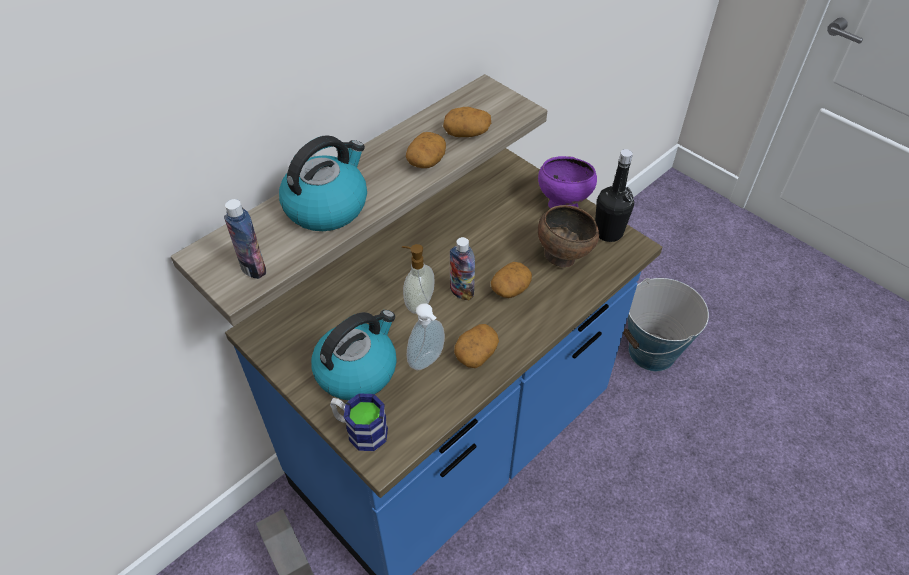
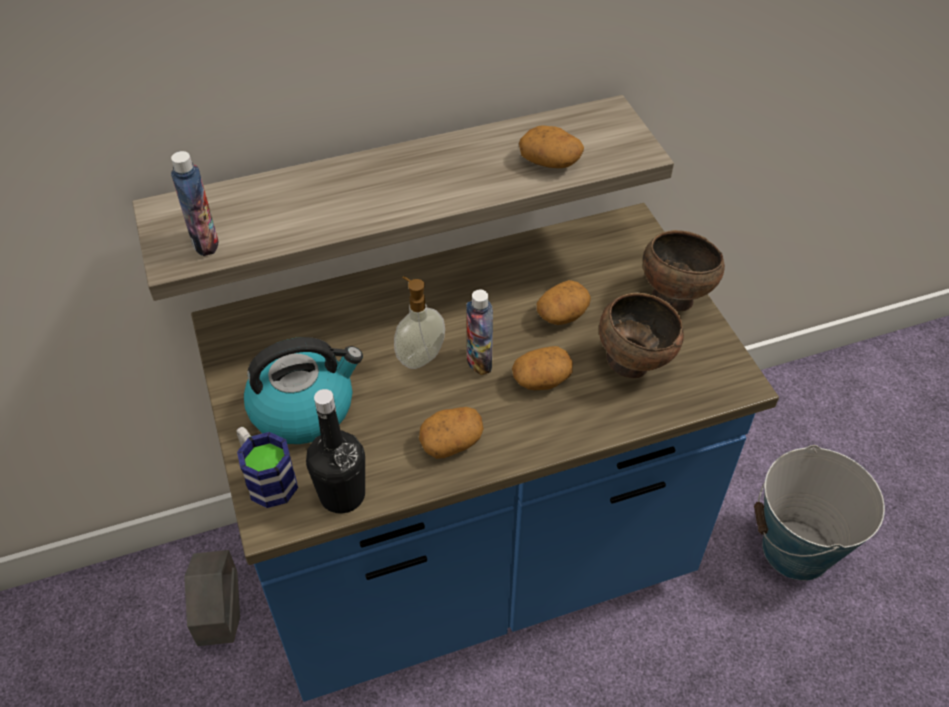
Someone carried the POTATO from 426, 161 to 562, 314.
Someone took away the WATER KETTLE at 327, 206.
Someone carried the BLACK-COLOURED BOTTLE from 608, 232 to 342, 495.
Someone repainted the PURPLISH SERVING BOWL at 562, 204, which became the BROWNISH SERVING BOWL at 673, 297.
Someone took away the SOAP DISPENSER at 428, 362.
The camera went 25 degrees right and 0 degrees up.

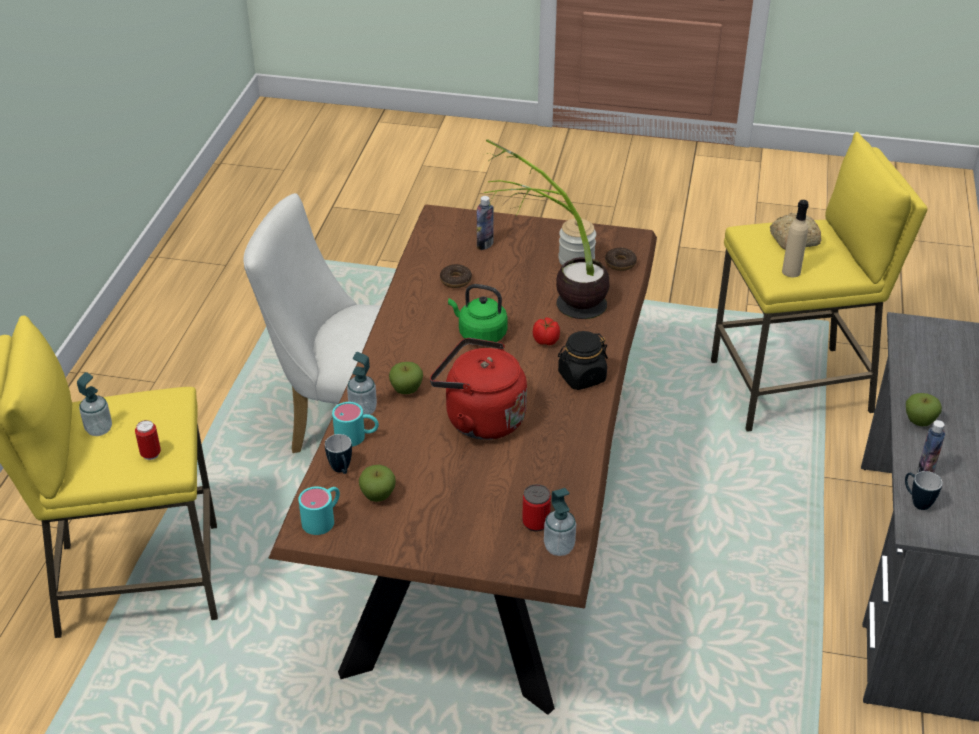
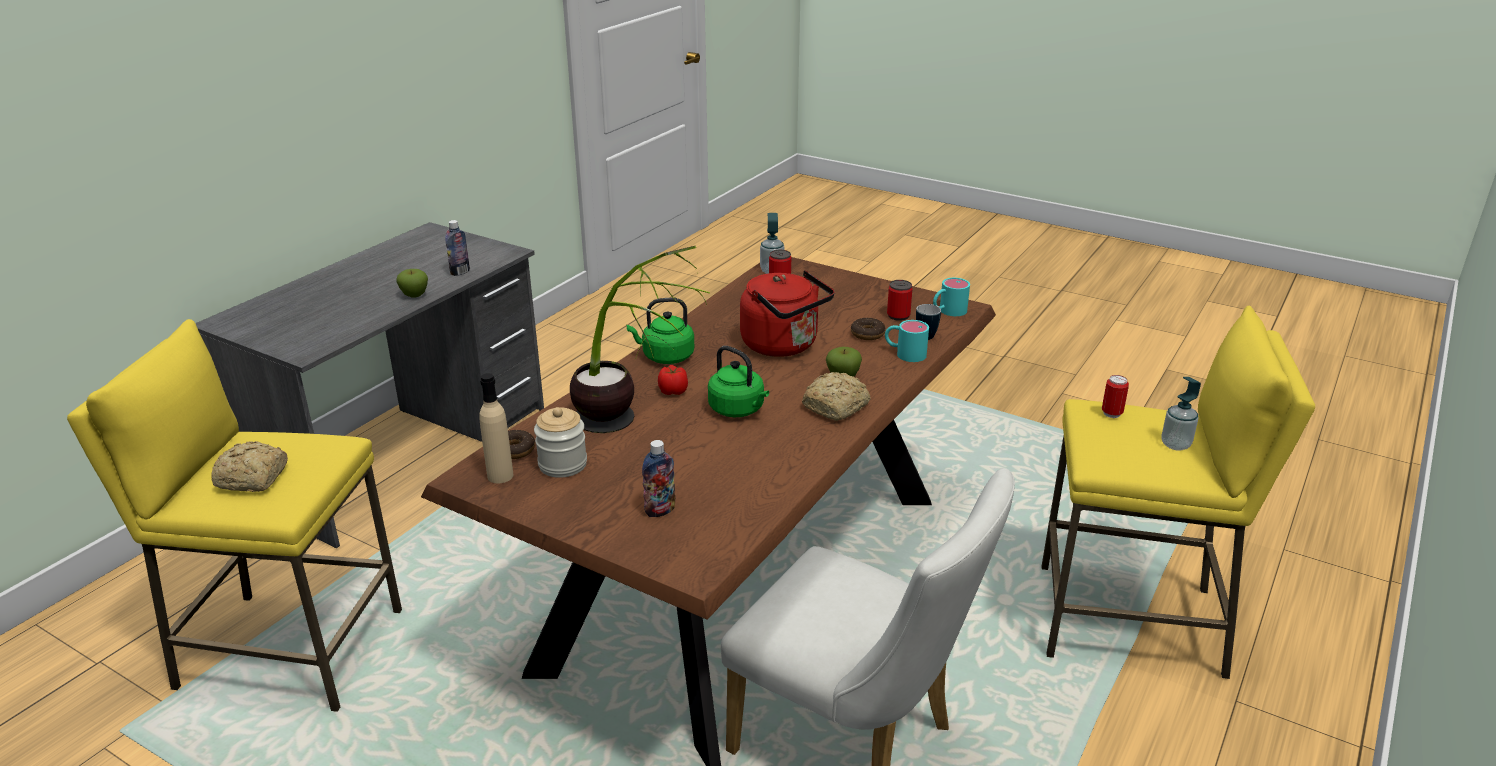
Someone carried the SAND-COLOURED BOTTLE from 791, 271 to 500, 476.
Someone carried the DOUGHNUT from 455, 280 to 867, 334.
Someone swapped the BLACK-COLOURED JAR at 581, 377 for the GREEN-COLOURED WATER KETTLE at 665, 357.
Someone took away the SOAP DISPENSER at 363, 410.
Someone swapped the APPLE at 378, 496 for the CAN at 898, 316.
Someone took away the MUG at 916, 502.
Someone put down the BAKED BREAD at 837, 406.
The camera went 160 degrees left and 10 degrees down.

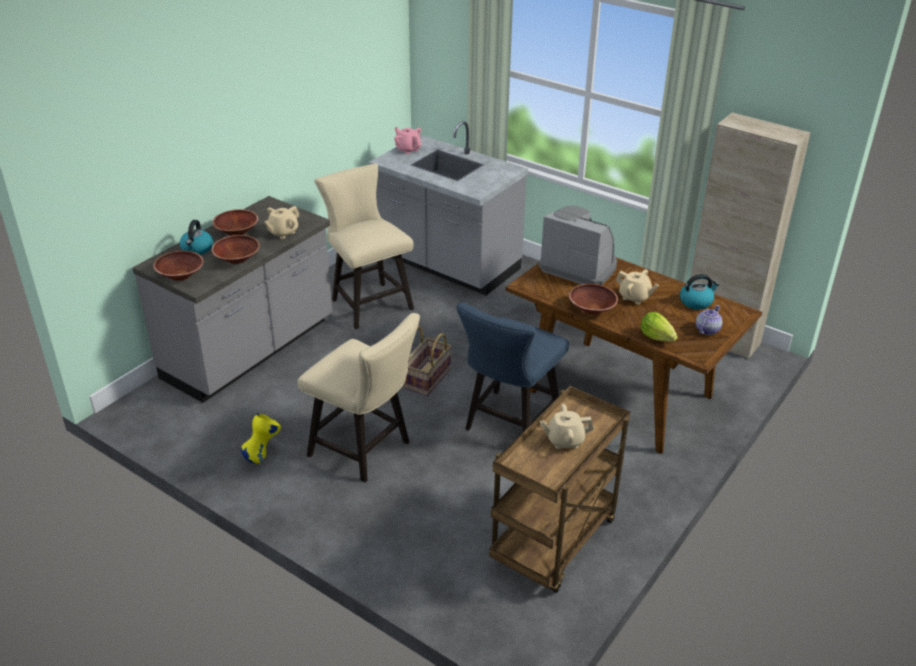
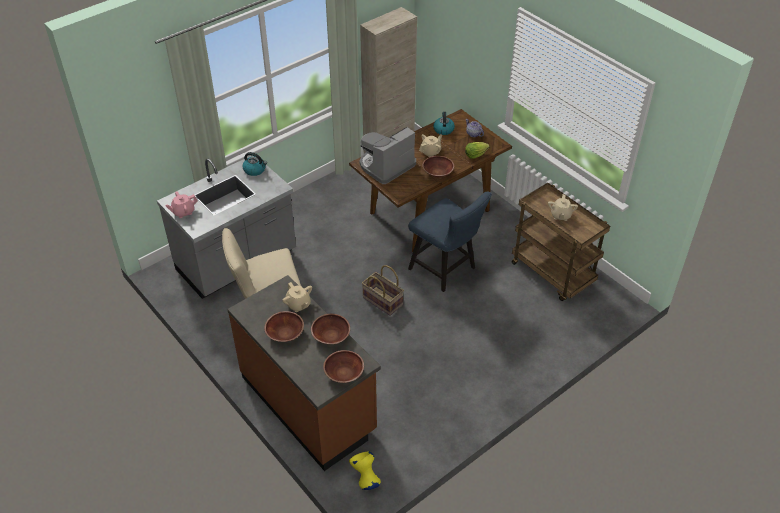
Someone repainted the GREYISH COUNTER at 250, 351, which became the BROWNISH COUNTER at 309, 404.
Someone carried the WATER KETTLE from 197, 249 to 255, 170.
Someone took away the SAND-COLOURED UPRIGHT CHAIR at 365, 451.
Someone carried the YELLOW DECORATIVE VASE from 263, 455 to 365, 480.
The camera went 75 degrees left and 10 degrees up.

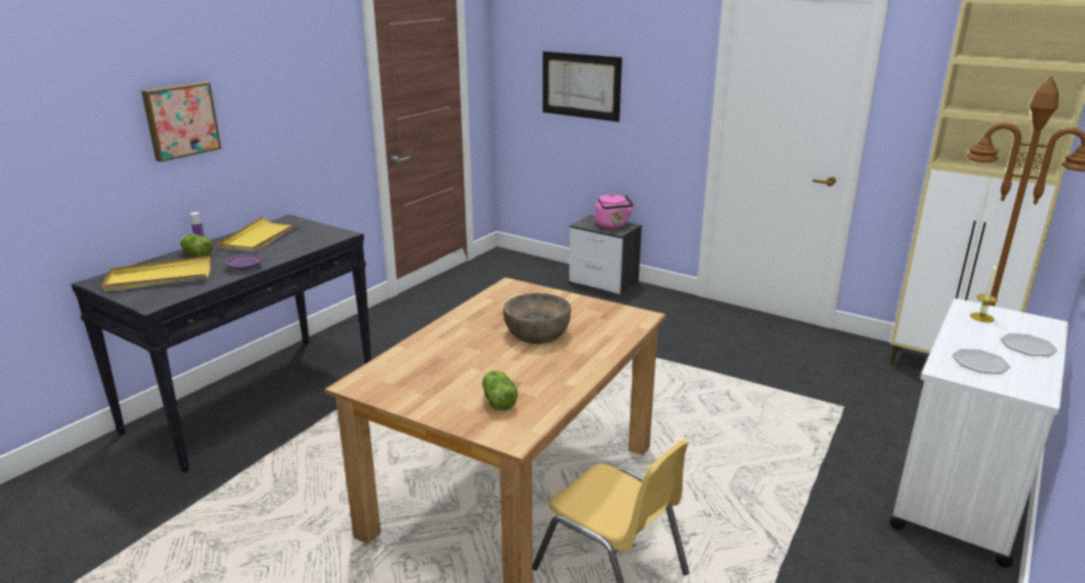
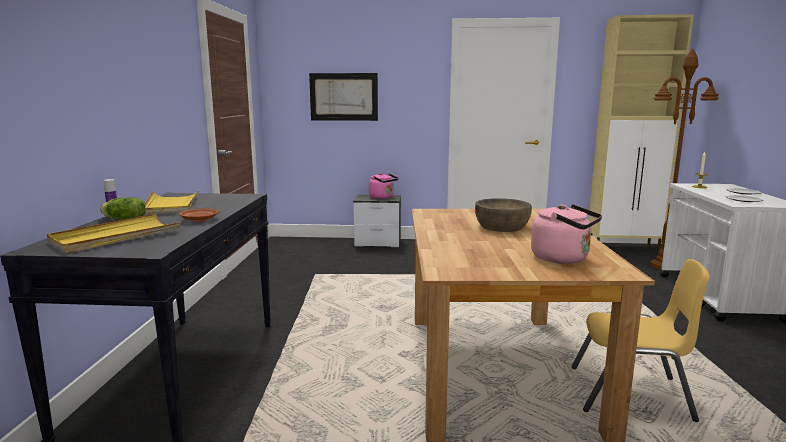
Someone took away the WALL PICTURE at 180, 120.
Someone repainted the PURPLISH FLAT DISH at 244, 267, which became the BROWNISH FLAT DISH at 199, 220.
Someone swapped the HEAD OF LETTUCE at 498, 400 for the PINK WATER KETTLE at 563, 258.
The camera went 30 degrees left and 10 degrees down.

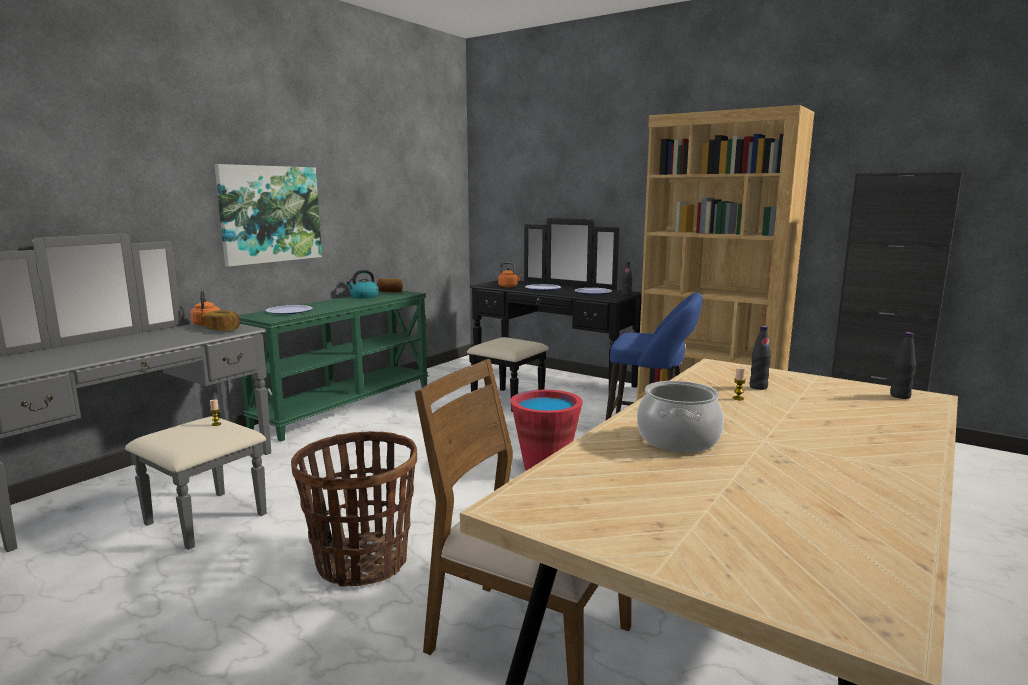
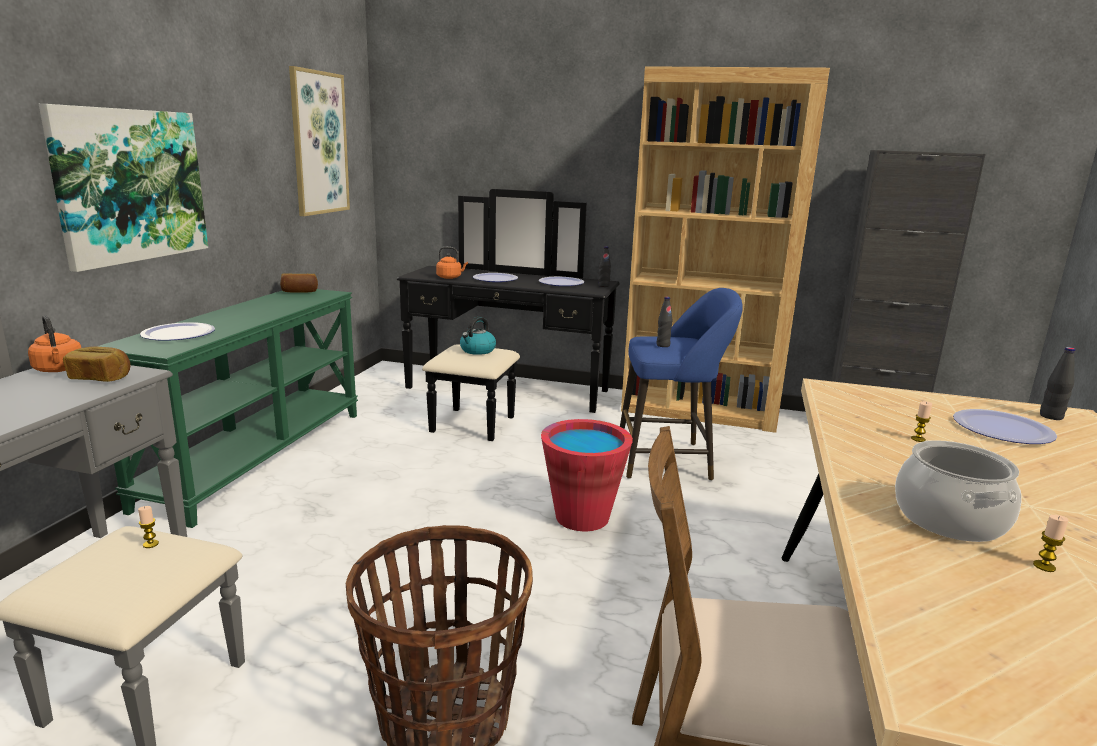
Someone carried the WATER KETTLE from 363, 296 to 477, 350.
Someone carried the BLACK-COLOURED BOTTLE from 758, 387 to 663, 345.
Someone put up the WALL PICTURE at 319, 143.
Someone put down the FLAT DISH at 1002, 429.
Someone put down the WAX LIGHT at 1044, 566.
The camera went 20 degrees left and 5 degrees up.

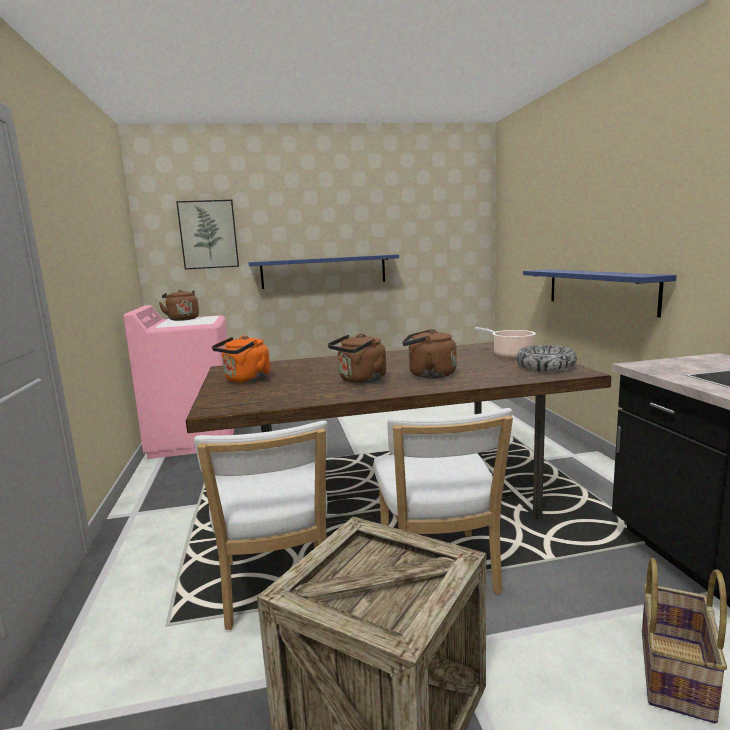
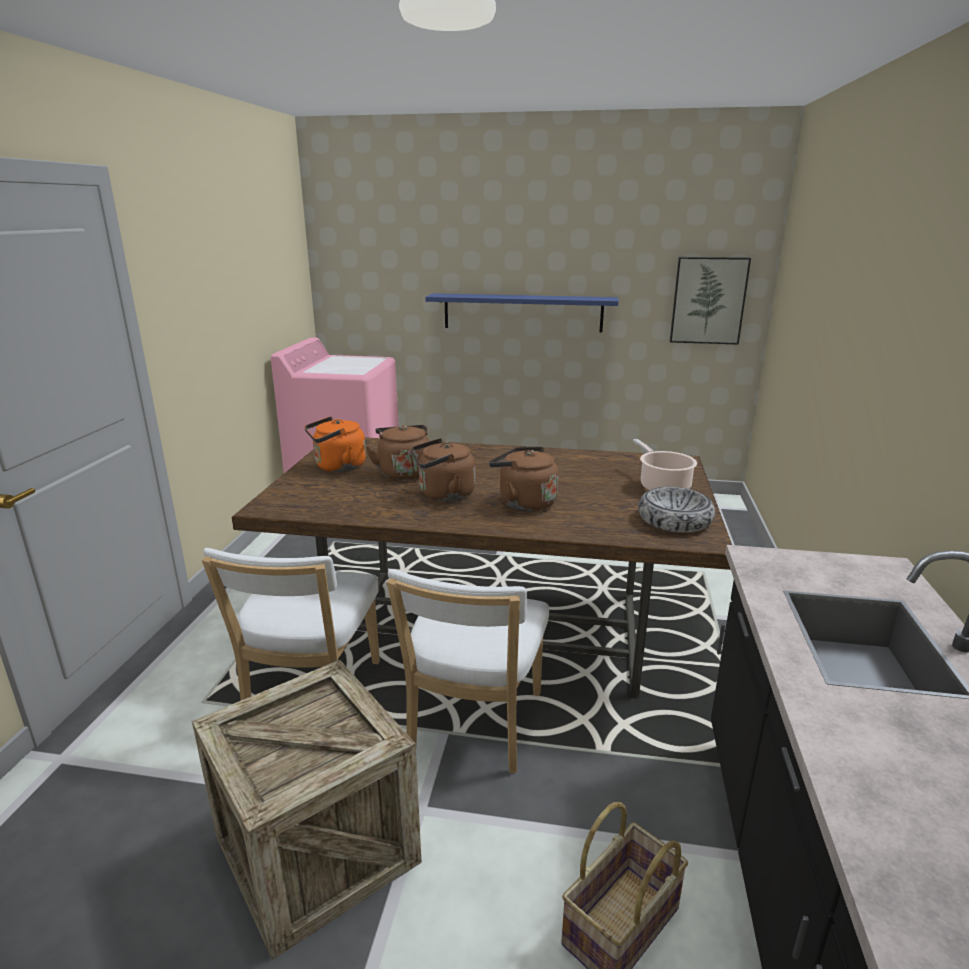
Someone carried the WALL PICTURE from 208, 234 to 708, 300.
Someone took away the BLUE-COLOURED BRACKET SHELF at 598, 289.
Someone carried the BROWNISH WATER KETTLE from 182, 319 to 403, 472.
The camera went 20 degrees right and 10 degrees up.

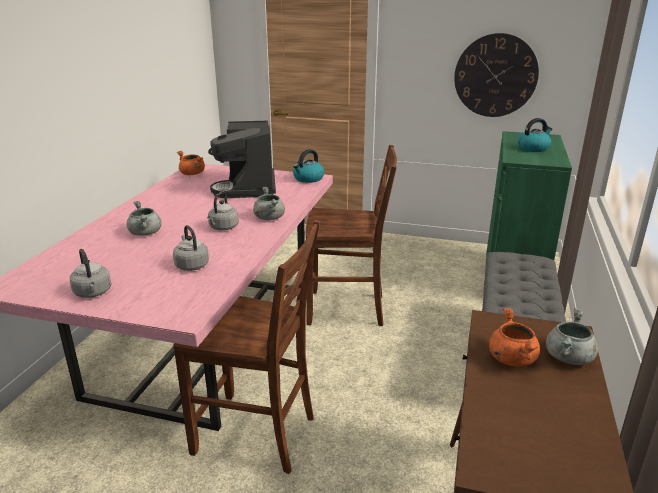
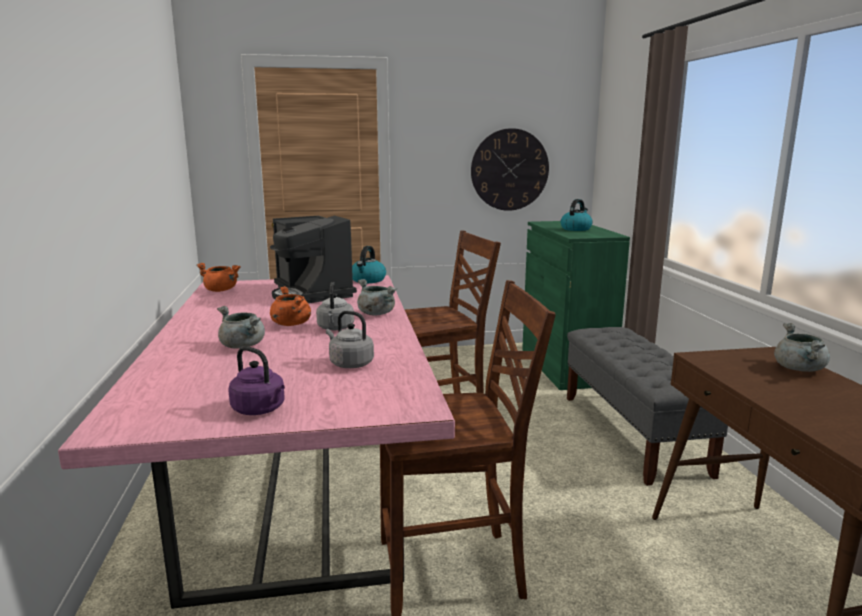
Someone repainted the GREYISH WATER KETTLE at 93, 293, which became the PURPLISH WATER KETTLE at 260, 410.
Someone carried the ORANGEY SAUCEPOT from 511, 359 to 291, 324.
The camera went 25 degrees left and 10 degrees down.

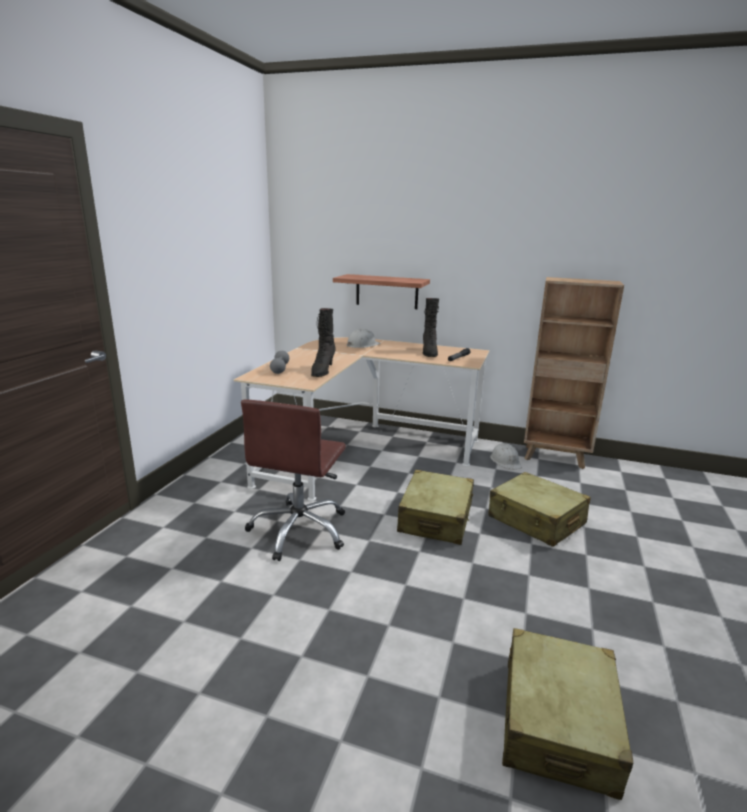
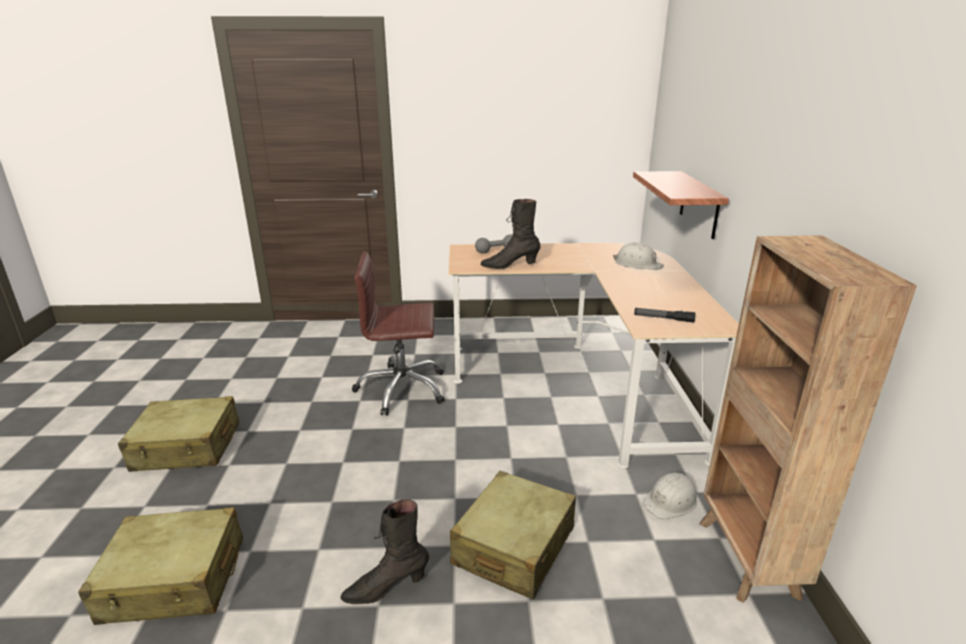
Someone carried the BLACK-COLOURED BOOT from 429, 352 to 386, 587.
Someone carried the SAND-COLOURED PIECE OF LUGGAGE from 436, 518 to 187, 447.
The camera went 70 degrees right and 5 degrees up.

